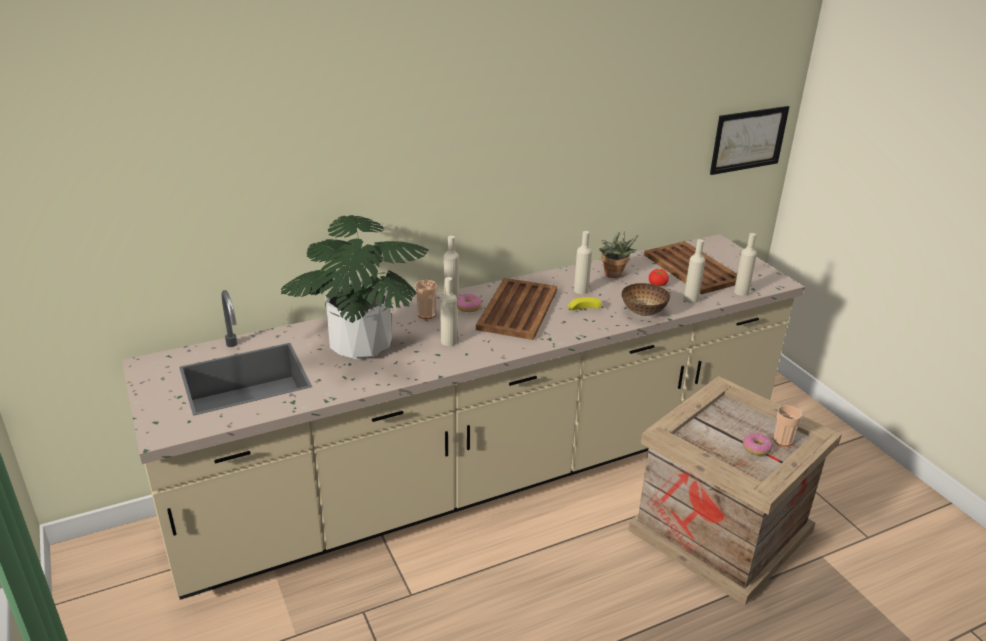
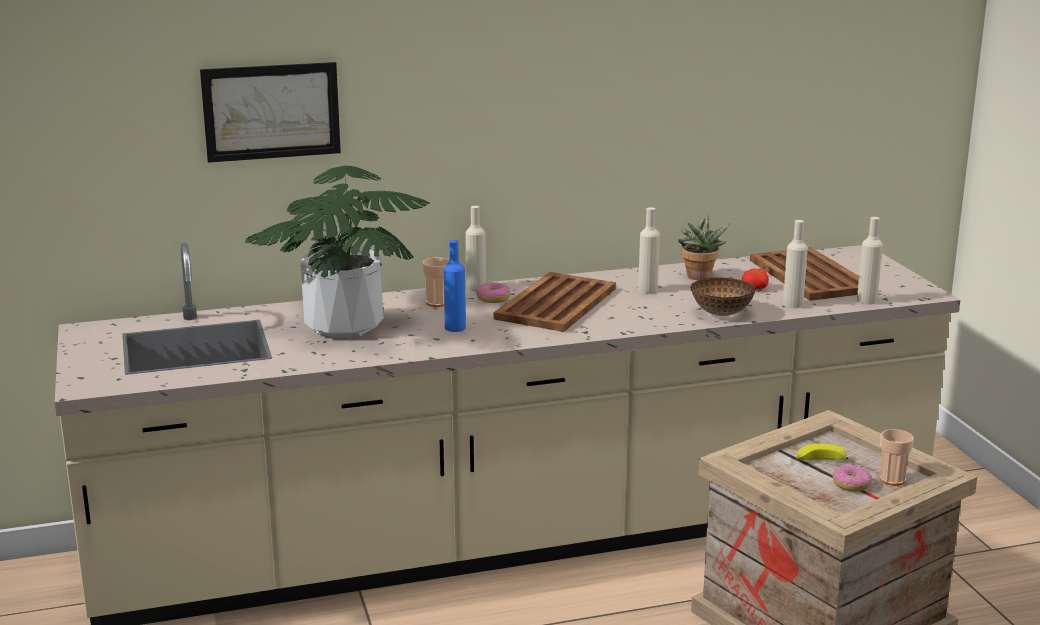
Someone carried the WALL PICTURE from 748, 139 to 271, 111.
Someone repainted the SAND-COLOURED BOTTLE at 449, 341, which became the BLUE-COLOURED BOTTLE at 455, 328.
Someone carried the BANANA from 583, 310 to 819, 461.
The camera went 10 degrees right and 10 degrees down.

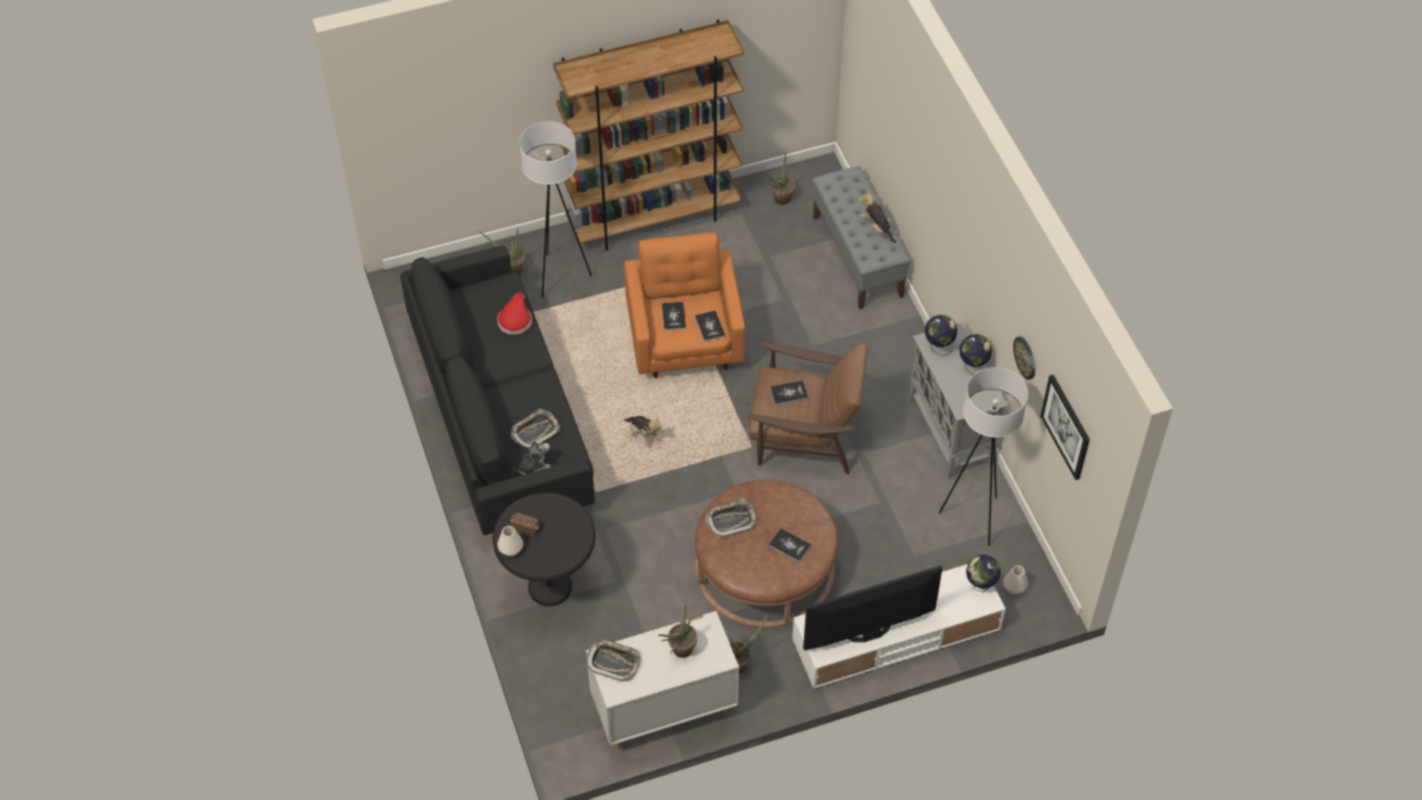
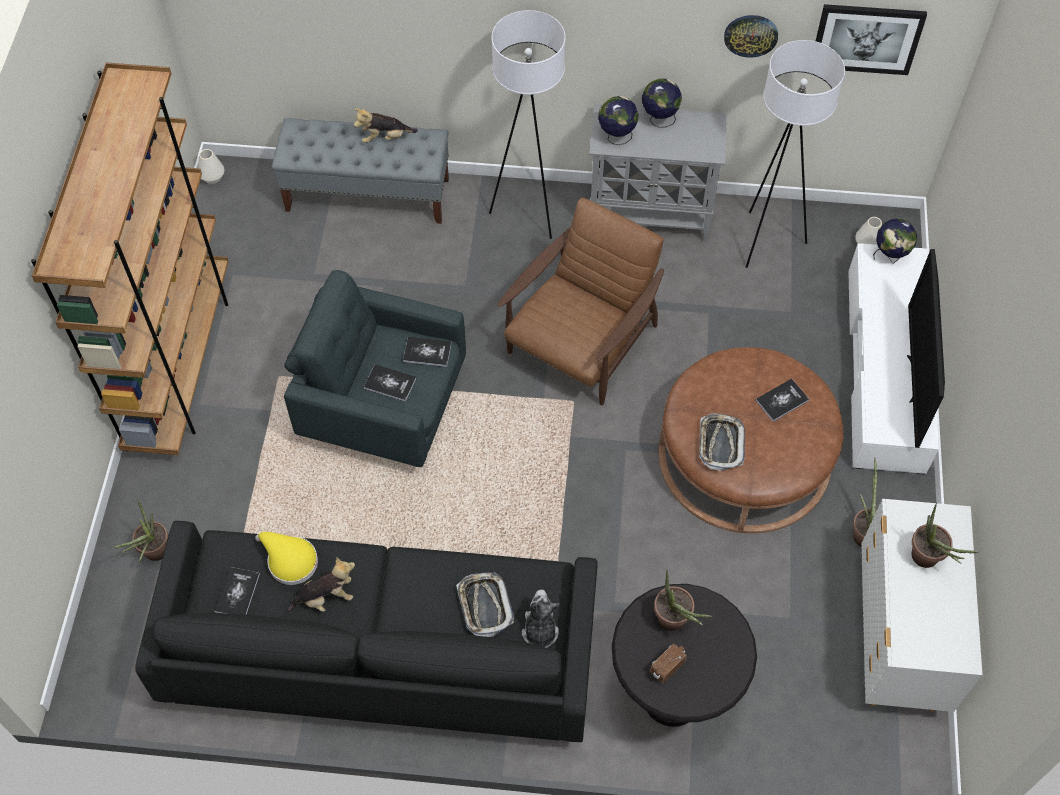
Someone carried the WHITE-COLOURED FLOOR LAMP from 559, 276 to 528, 213.
Someone carried the POTTED PLANT from 780, 201 to 675, 623.
Someone repainted the ORANGEY EASY CHAIR at 685, 340, which became the GREYISH EASY CHAIR at 383, 405.
Someone repainted the RED WEARABLE HAT at 515, 319, which became the YELLOW WEARABLE HAT at 289, 560.
Someone carried the BOOK from 789, 393 to 237, 593.
Someone carried the PLUSH TOY from 644, 435 to 326, 597.
Someone carried the WHITE-COLOURED DECORATIVE VASE from 511, 549 to 213, 177.
Someone took away the SERVING TRAY at 613, 662.
The camera went 65 degrees left and 5 degrees up.

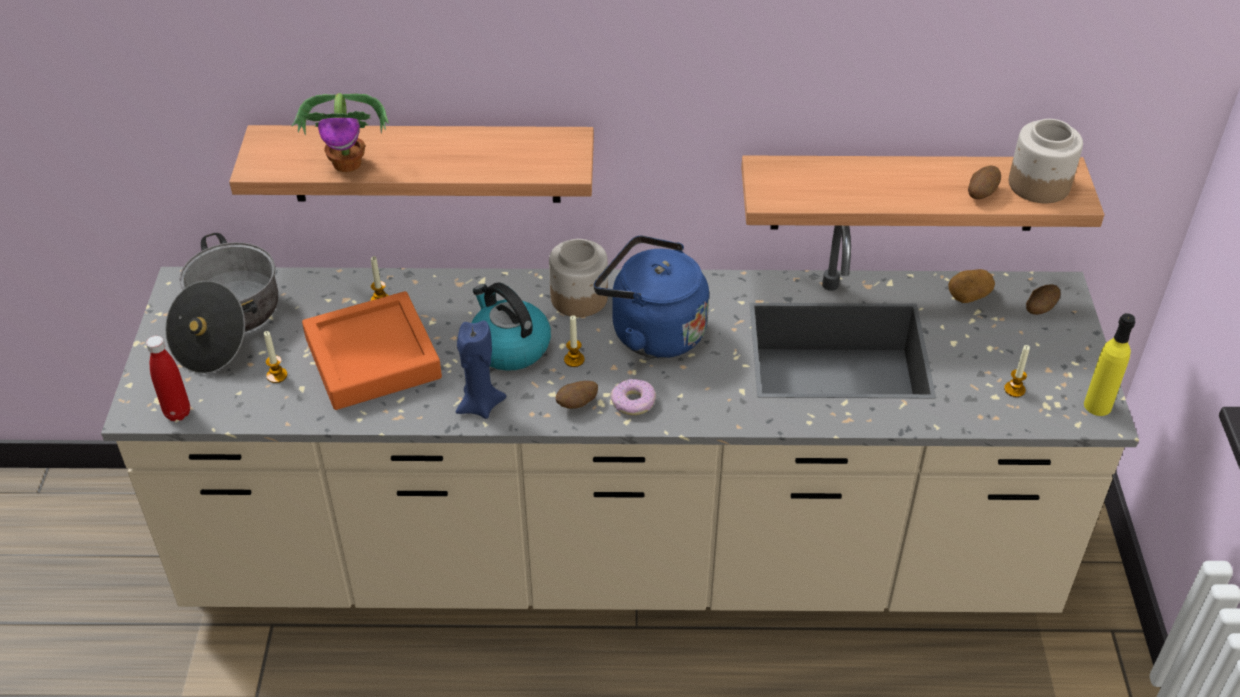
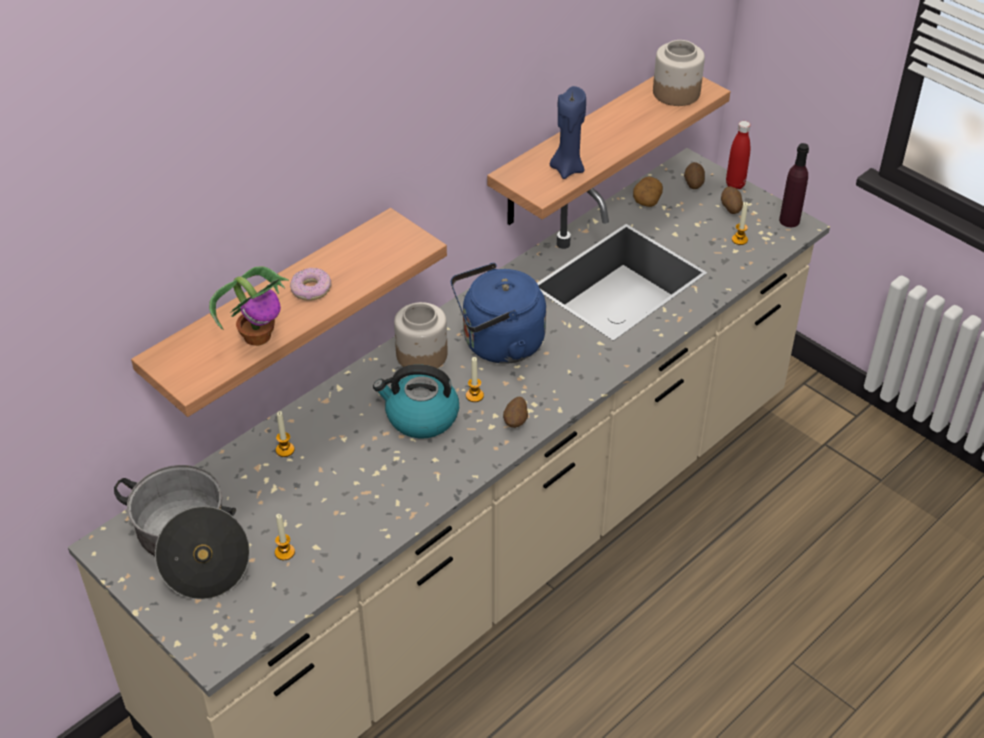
Someone carried the POTATO from 981, 193 to 730, 208.
Someone took away the ORANGEY SERVING TRAY at 373, 358.
Someone repainted the YELLOW BOTTLE at 1097, 406, which became the PURPLISH BOTTLE at 789, 221.
Someone carried the BLUE-COLOURED WAX LIGHT from 480, 405 to 567, 169.
Someone carried the RED BOTTLE from 177, 413 to 735, 185.
Someone carried the DOUGHNUT from 633, 402 to 311, 289.
The camera went 45 degrees left and 0 degrees up.

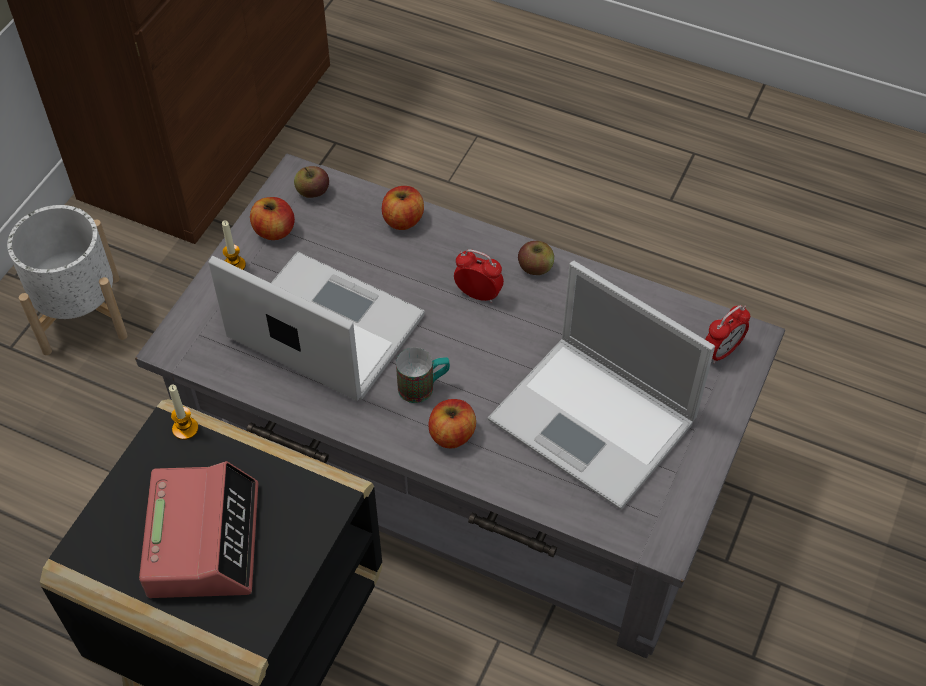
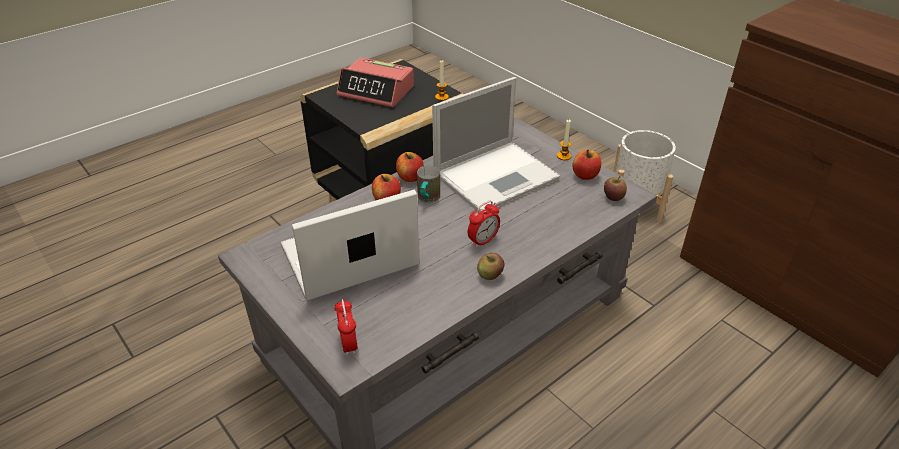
Someone carried the APPLE from 403, 220 to 410, 177.
The camera went 115 degrees right and 15 degrees down.

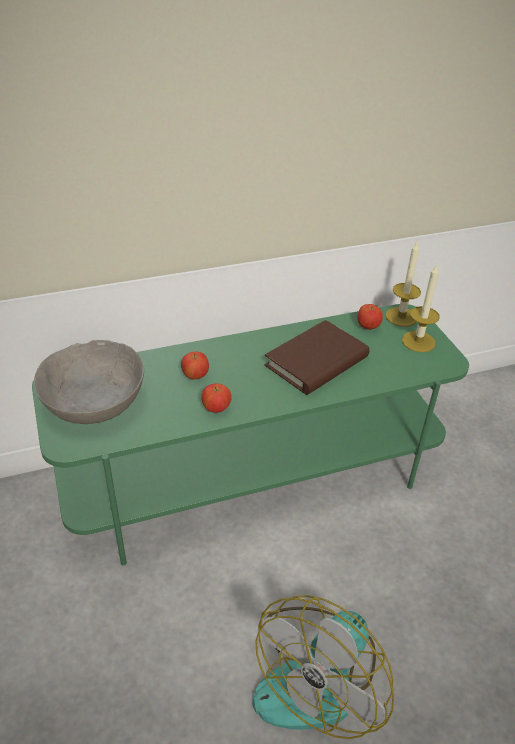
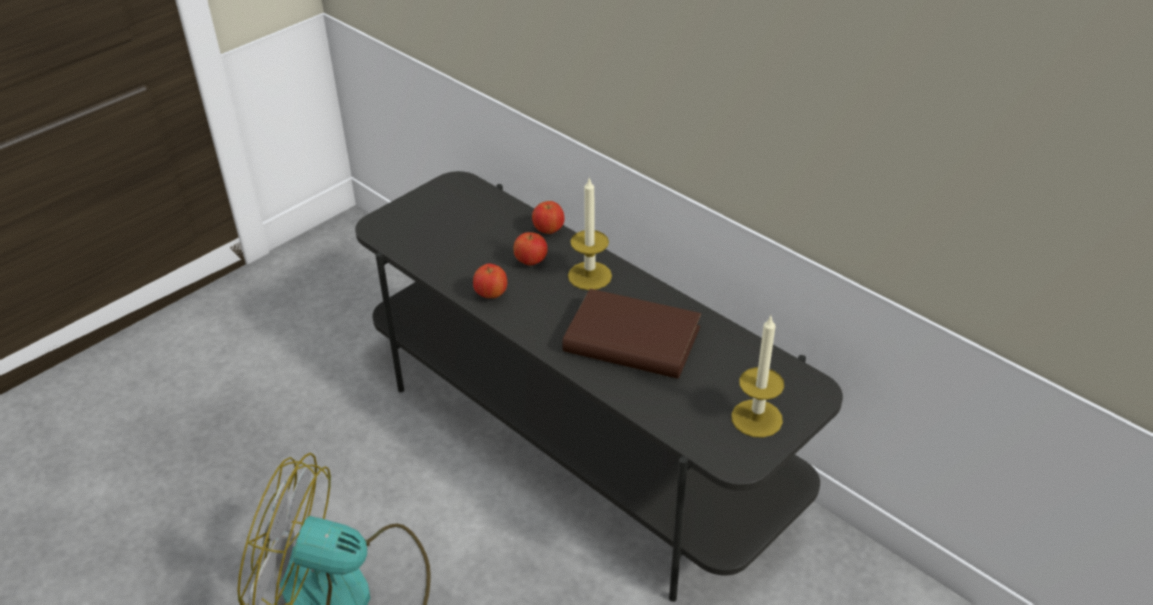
Someone carried the WAX LIGHT from 401, 317 to 589, 276.
Someone repainted the GREEN-COLOURED MEDIA CONSOLE at 255, 476, which became the GREYISH MEDIA CONSOLE at 580, 440.
Someone carried the APPLE from 368, 327 to 548, 230.
Someone took away the GREYISH SERVING BOWL at 93, 401.
The camera went 65 degrees right and 0 degrees up.

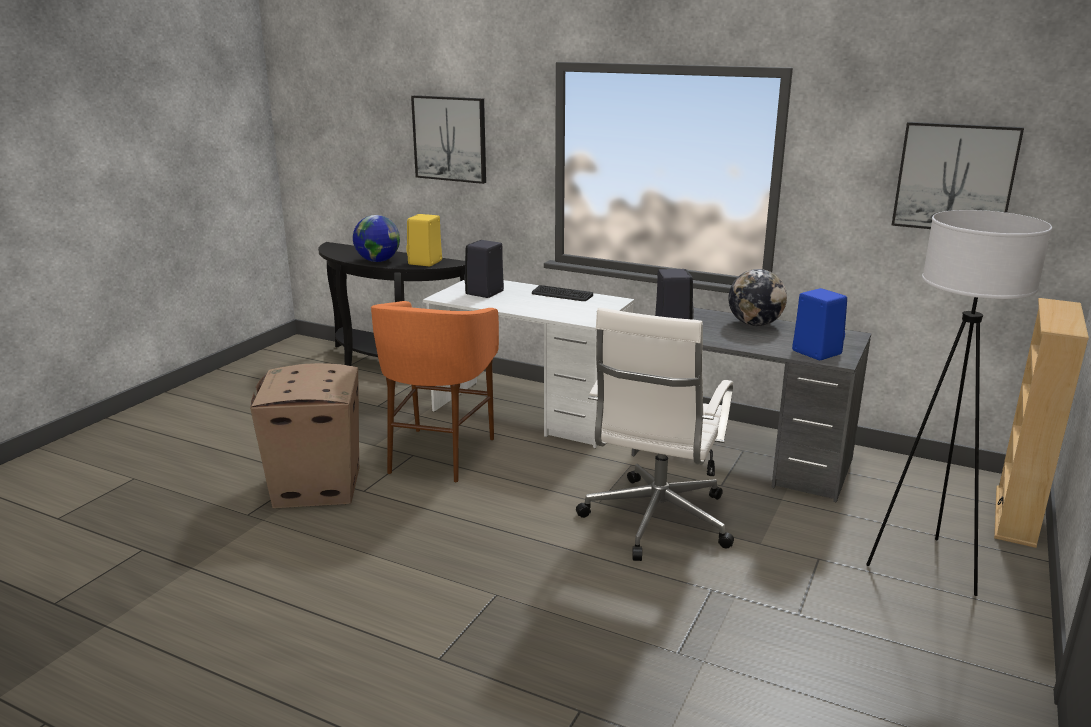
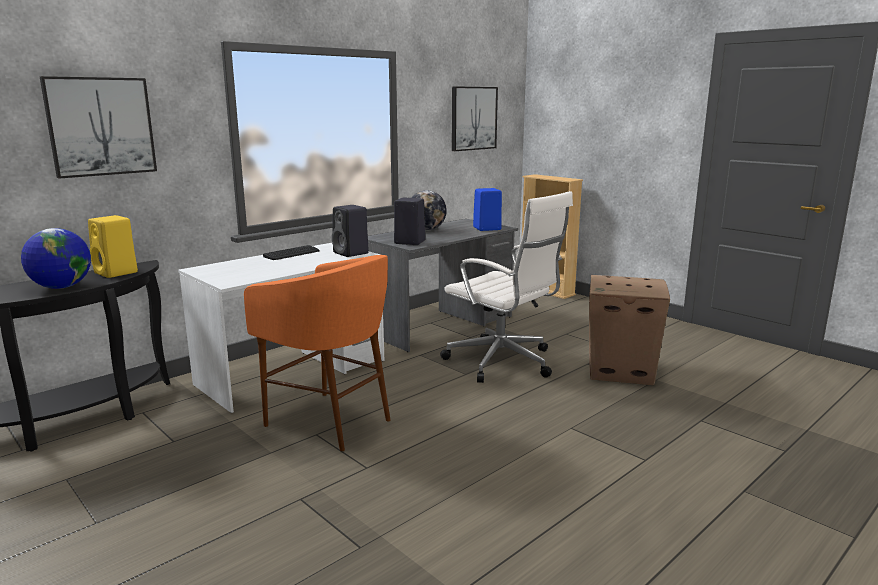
Someone took away the WHITE-COLOURED FLOOR LAMP at 924, 565.
Someone carried the BLACK-COLOURED SPEAKER from 484, 293 to 351, 253.
Someone carried the CARTON from 317, 488 to 621, 370.
The camera went 70 degrees left and 5 degrees down.

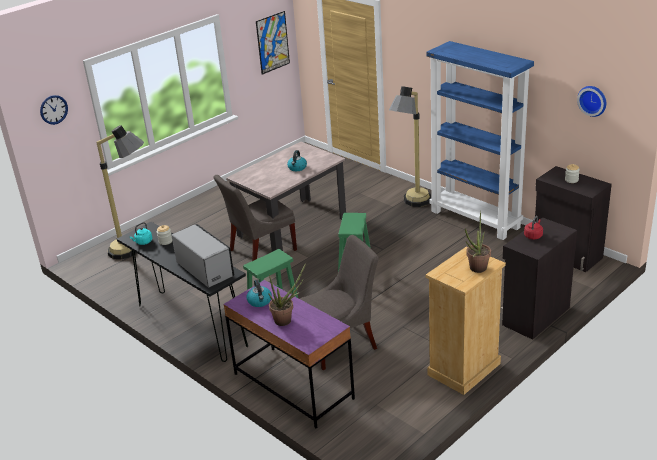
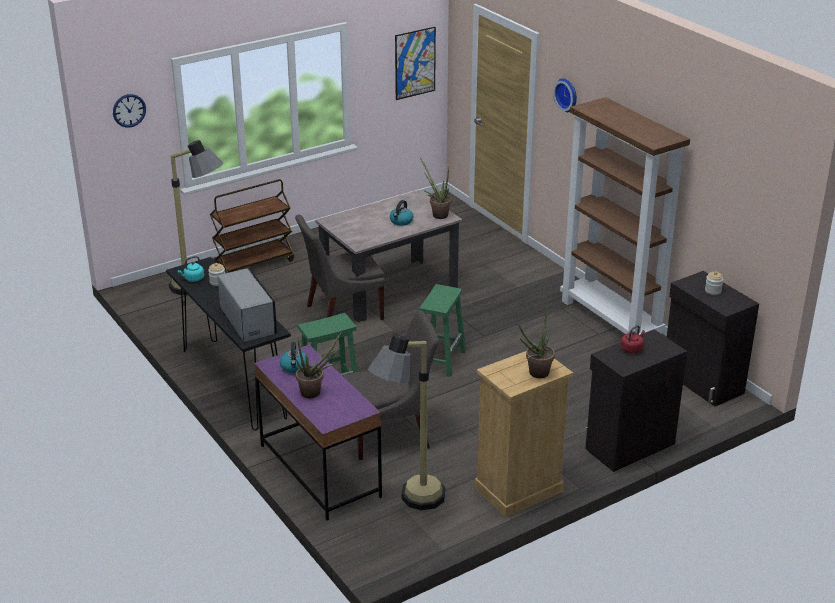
Someone repainted the BLUE-COLOURED BOOKCASE at 476, 219, which became the BROWNISH BOOKCASE at 611, 320.
Someone carried the FLOOR LAMP from 412, 206 to 409, 506.
Someone carried the WALL CLOCK from 593, 100 to 567, 94.
Someone put down the POTTED PLANT at 437, 214.
Someone put down the BROWNISH TROLLEY at 254, 264.
The camera went 10 degrees right and 0 degrees up.

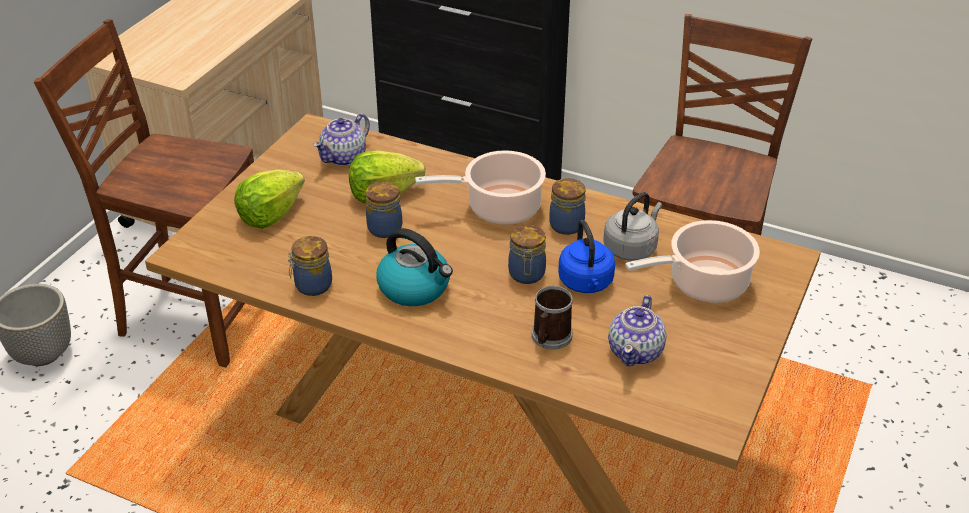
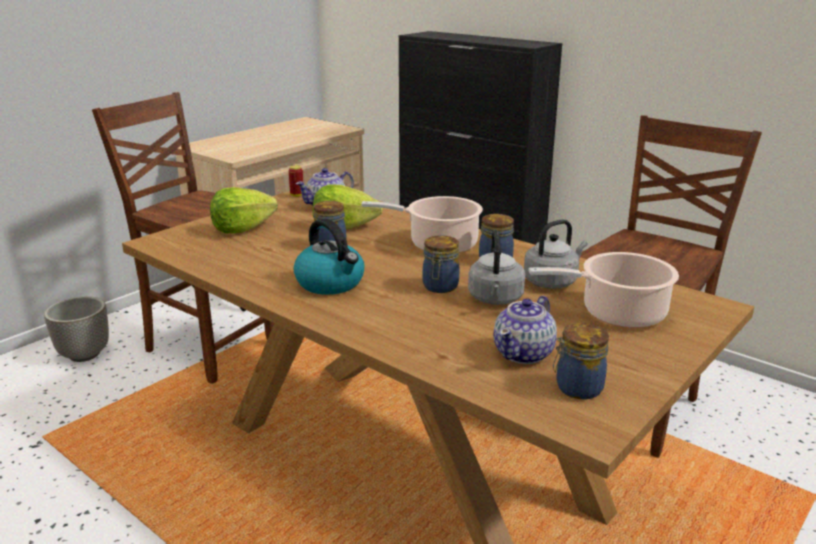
Someone repainted the BLUE-COLOURED WATER KETTLE at 586, 283, which became the GREYISH WATER KETTLE at 495, 299.
Someone carried the JAR from 312, 286 to 577, 388.
Someone took away the MUG at 549, 338.
Someone put down the CAN at 297, 195.
The camera went 15 degrees right and 15 degrees down.

